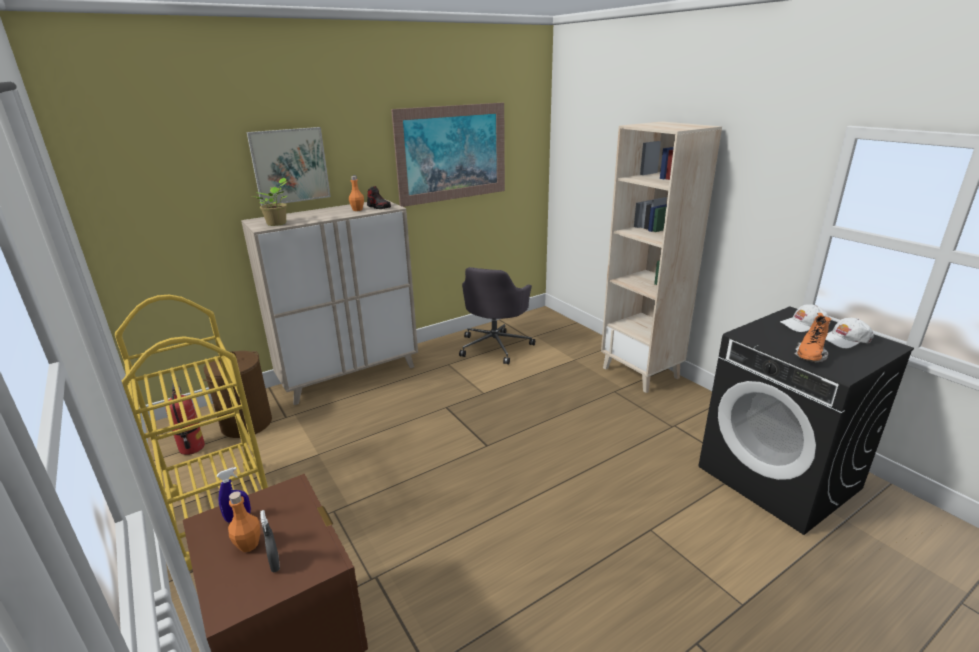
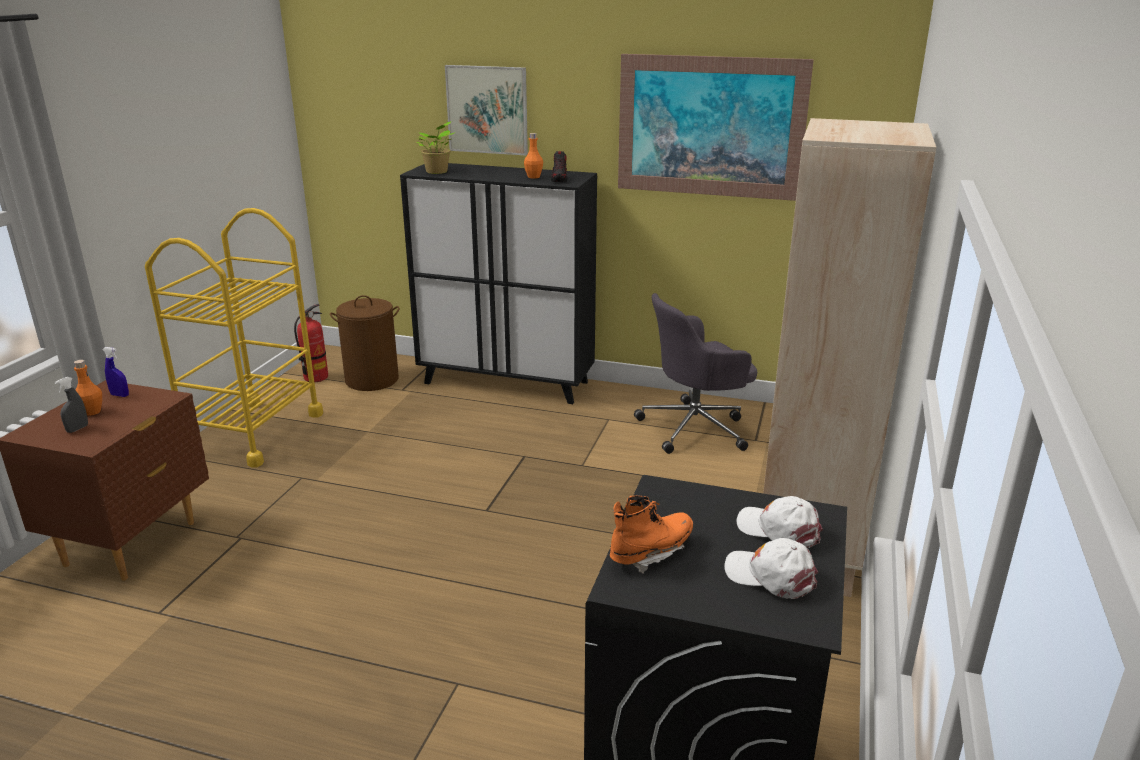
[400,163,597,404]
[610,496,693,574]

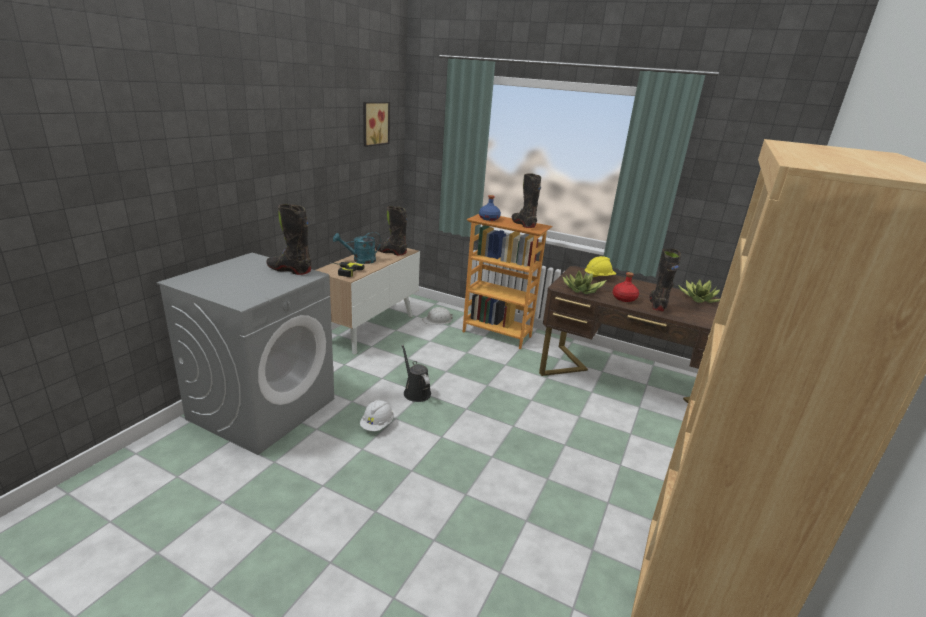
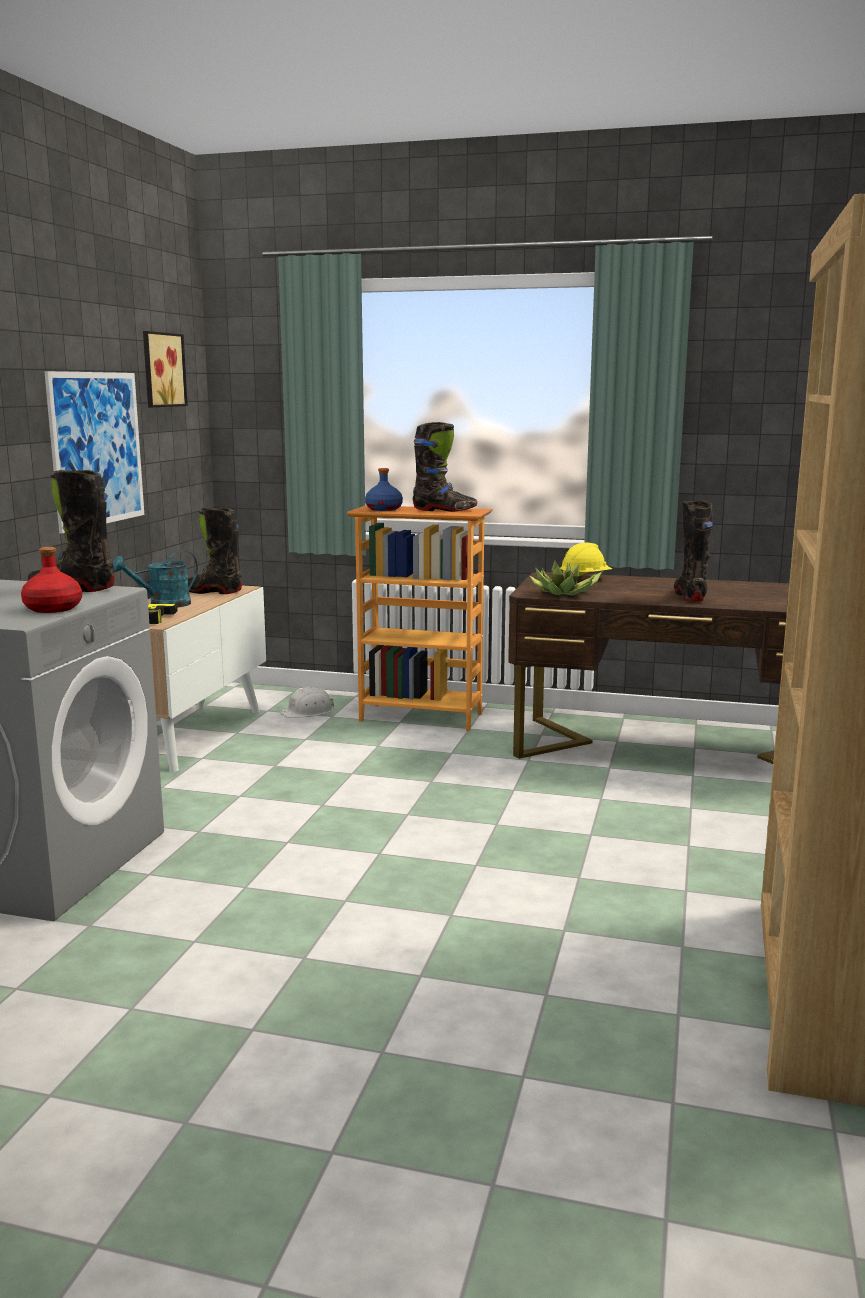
[360,399,394,431] (first image)
[402,345,431,402] (first image)
[678,280,720,303] (first image)
[44,371,144,533]
[21,547,82,613]
[413,422,477,512]

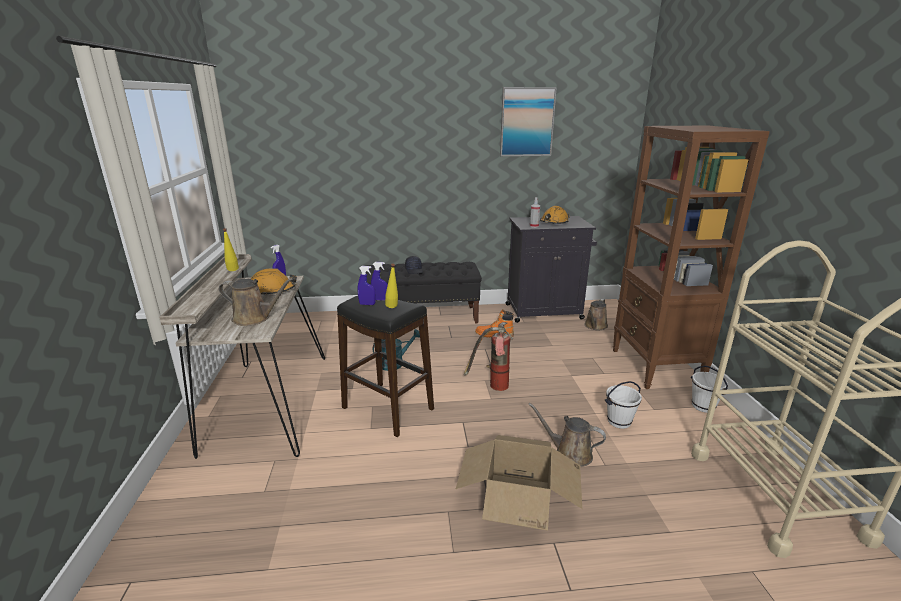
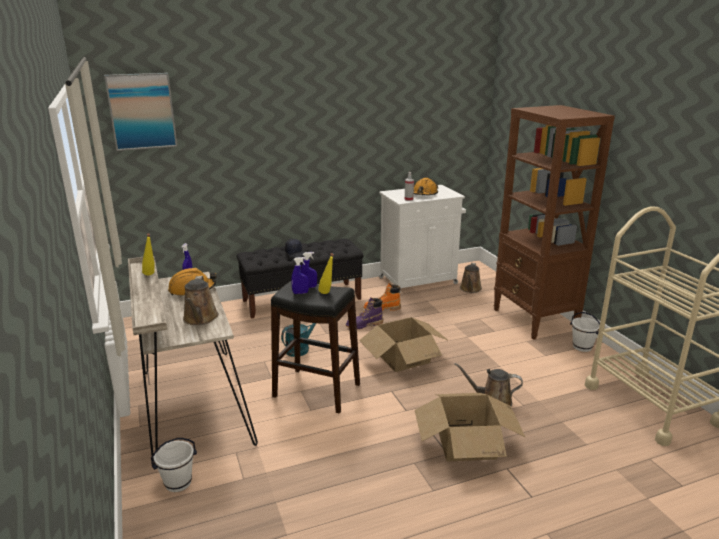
[346,297,383,329]
[104,73,177,151]
[151,438,197,492]
[359,317,449,372]
[379,185,466,290]
[183,276,219,325]

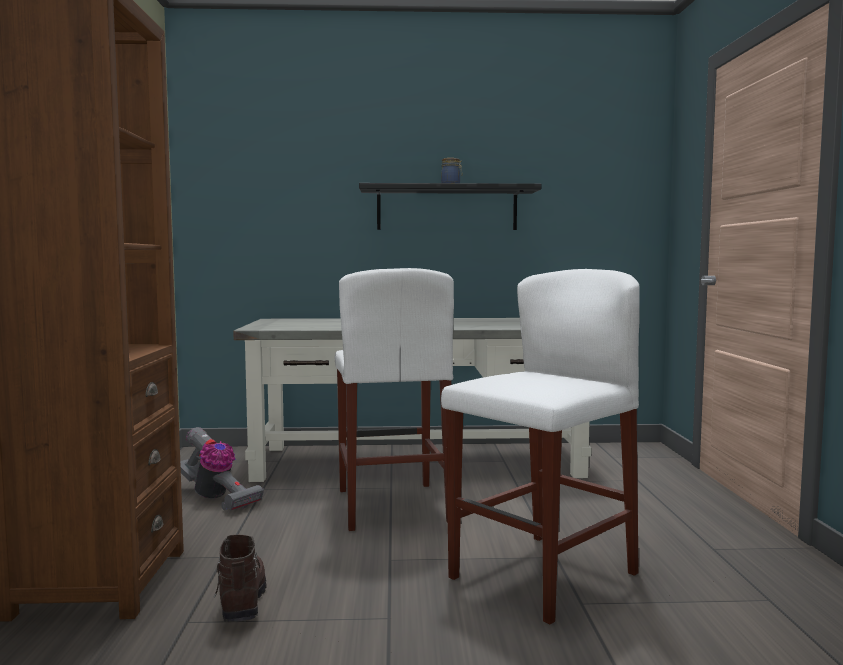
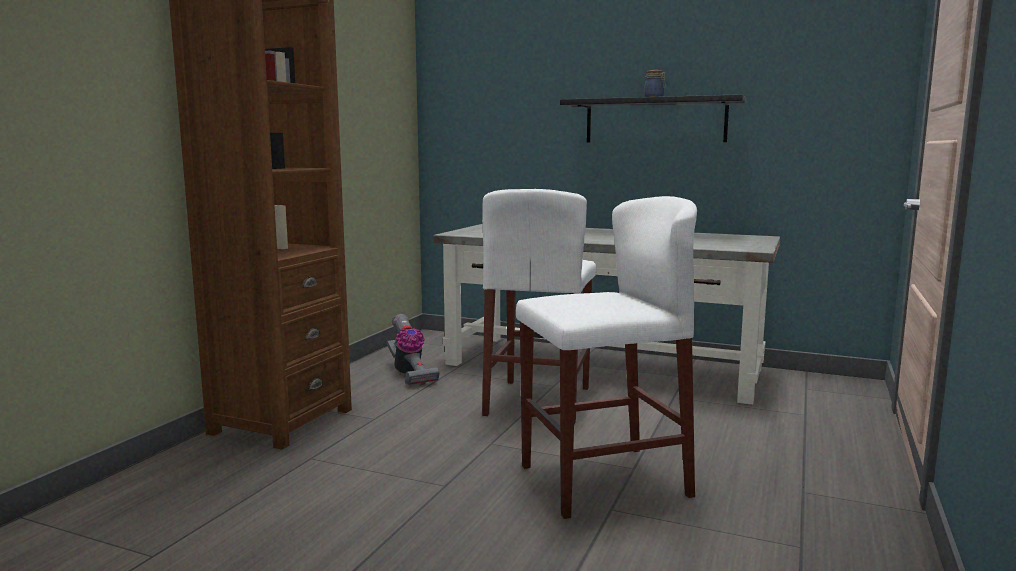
[214,535,266,622] (first image)

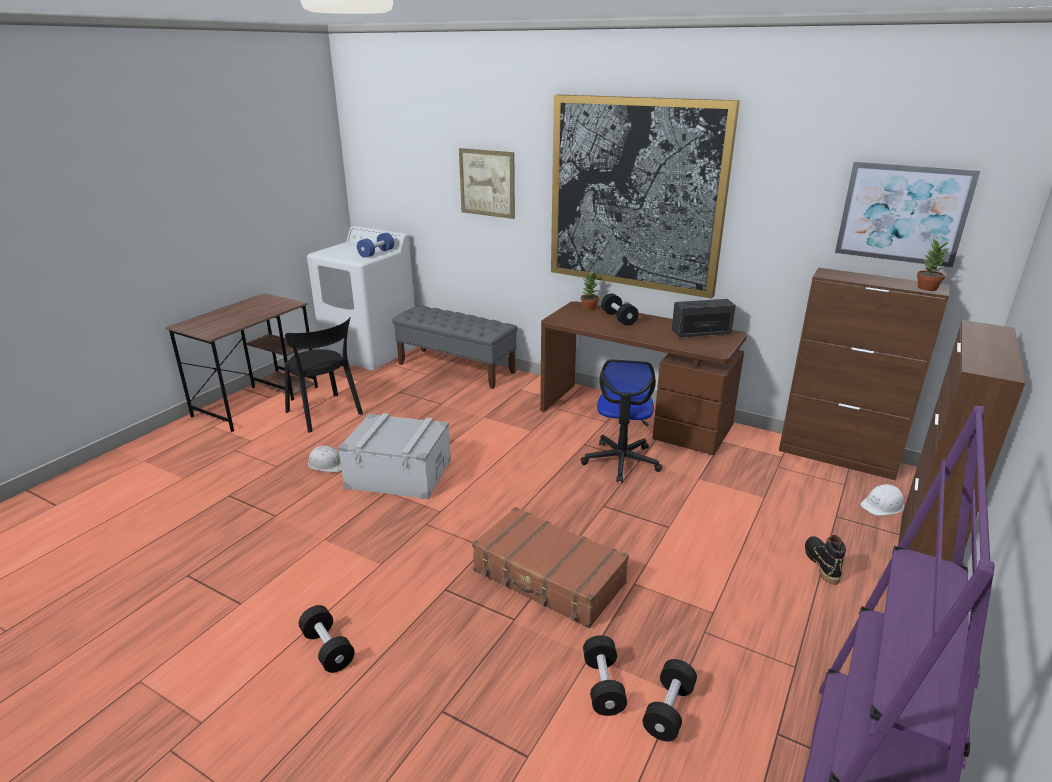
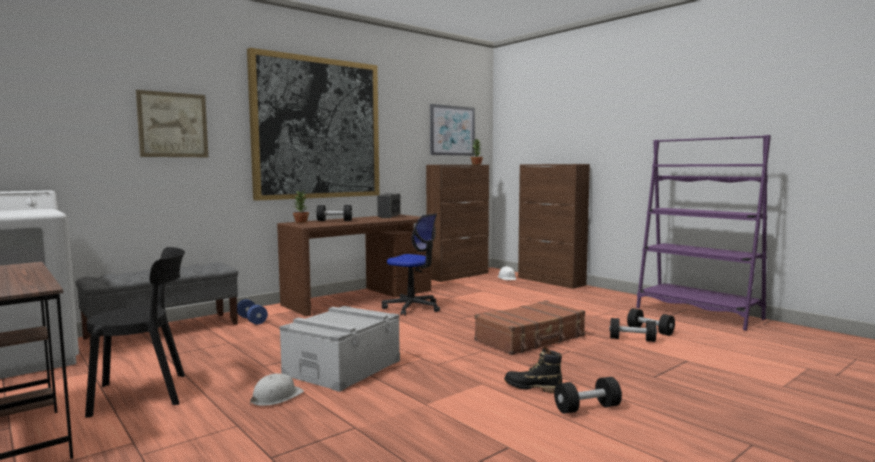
[237,299,268,325]
[504,346,562,393]

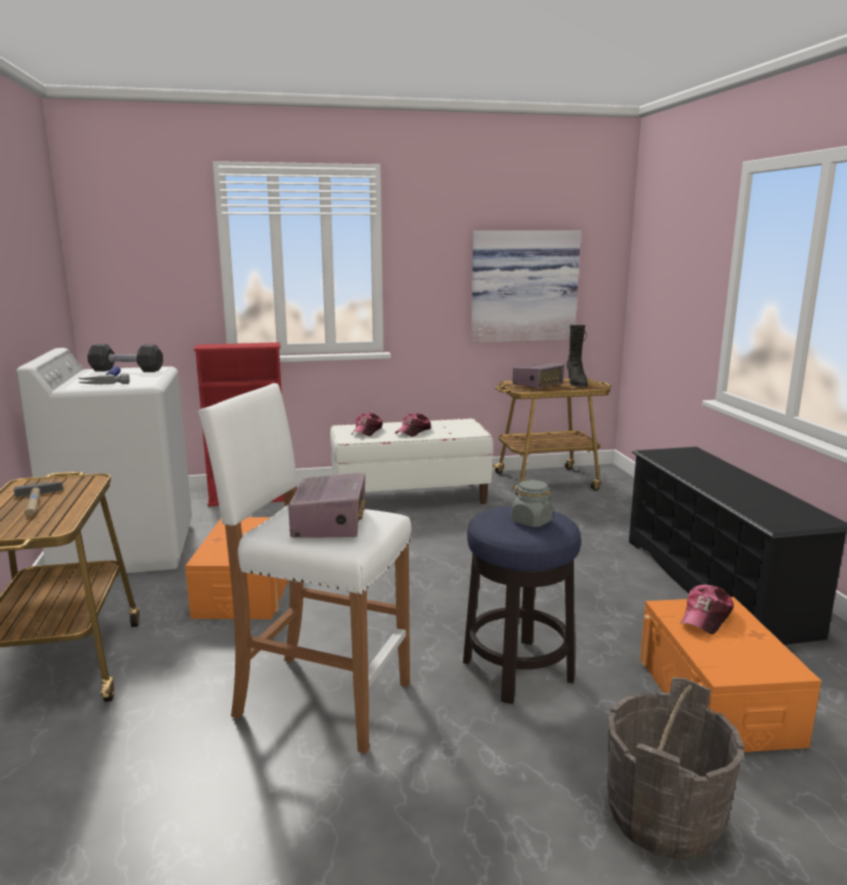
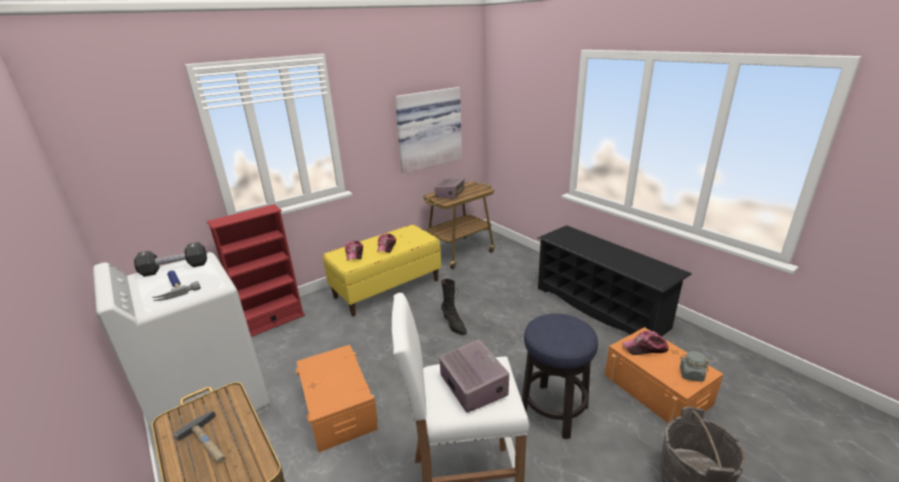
[680,351,709,382]
[441,279,467,335]
[323,225,441,317]
[622,331,669,355]

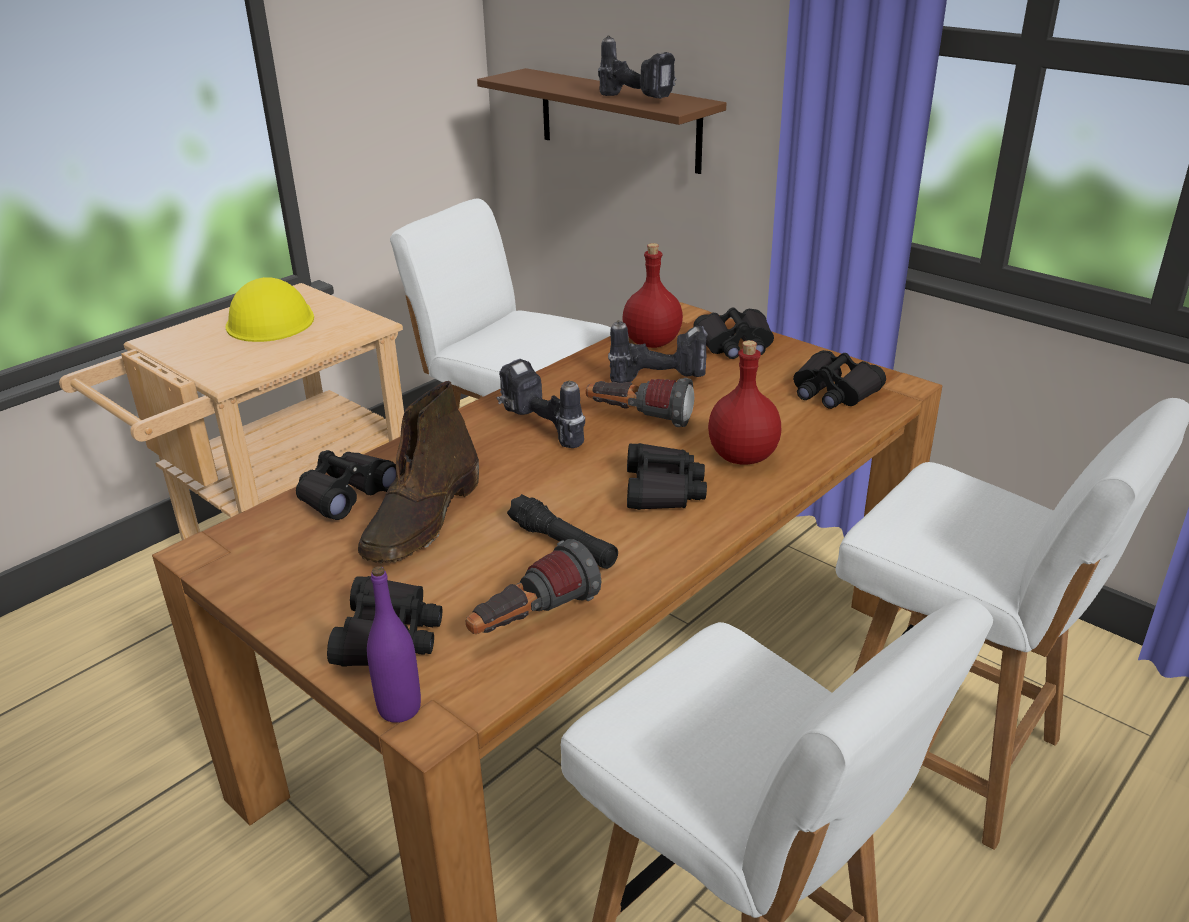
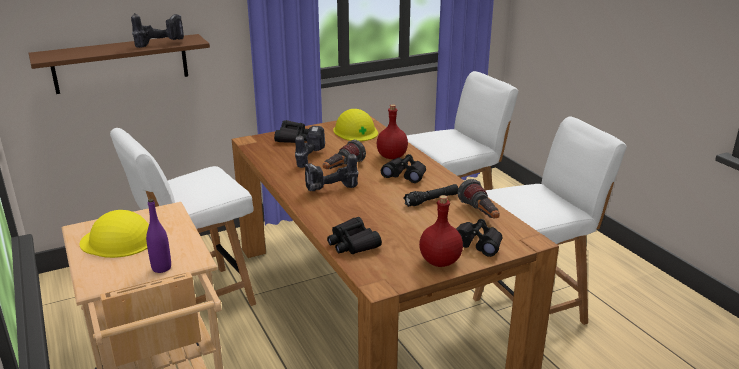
[358,381,479,564] (first image)
[146,199,171,273]
[419,195,463,267]
[333,109,378,141]

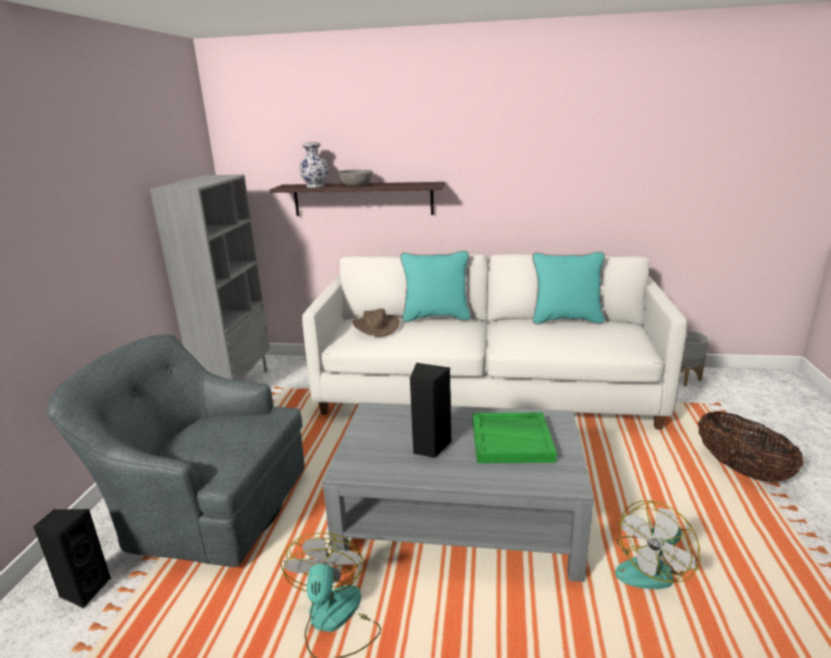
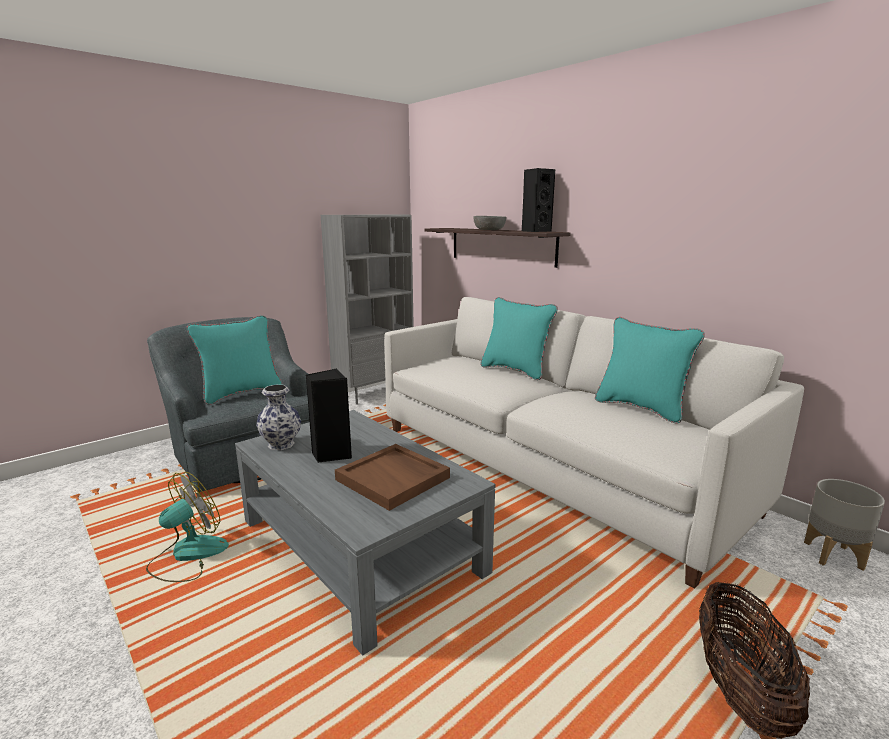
[352,309,399,336] (first image)
[615,501,700,589] (first image)
[187,315,283,405]
[522,168,555,232]
[256,385,301,450]
[335,444,450,511]

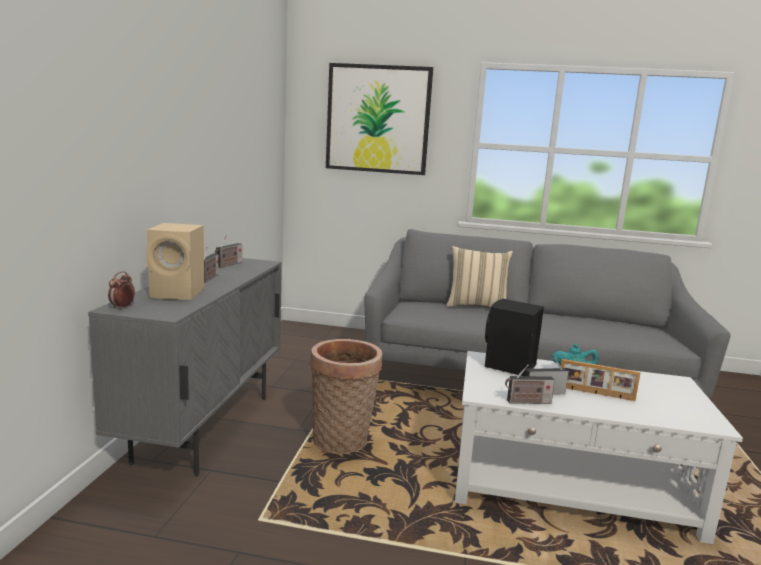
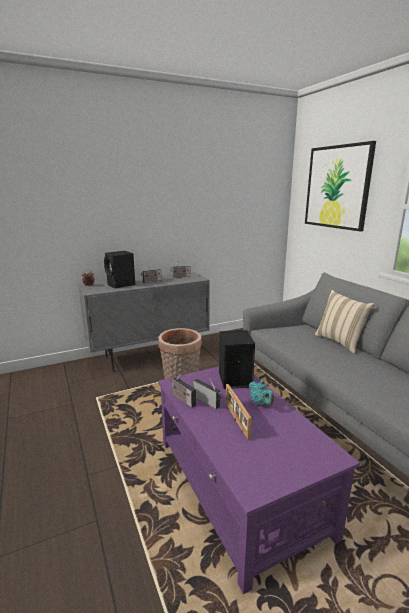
[104,251,135,288]
[158,366,360,594]

